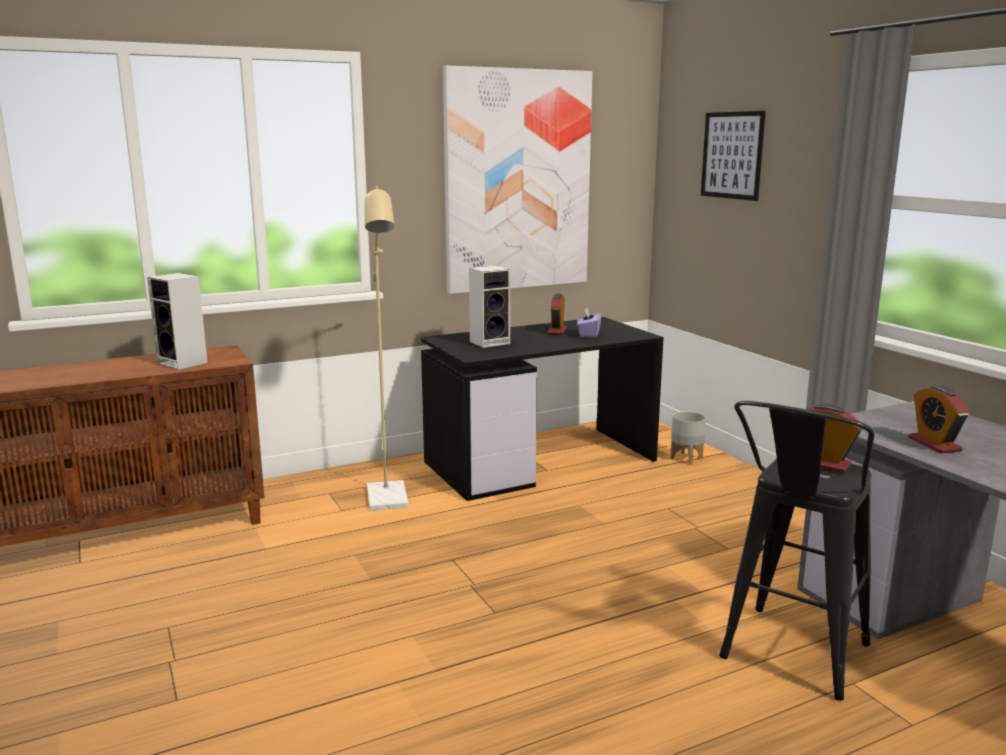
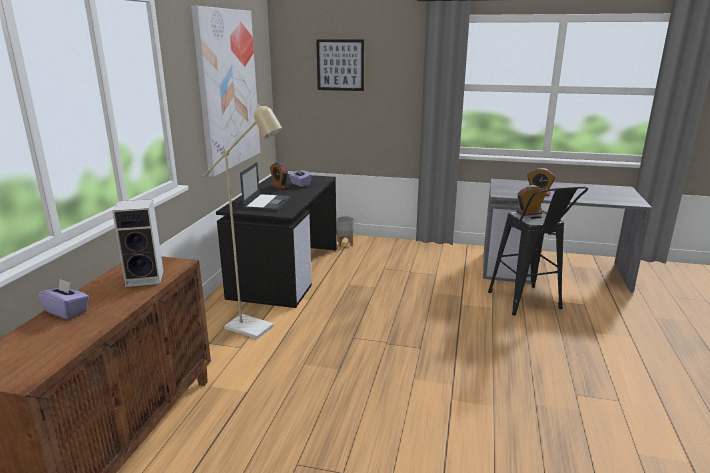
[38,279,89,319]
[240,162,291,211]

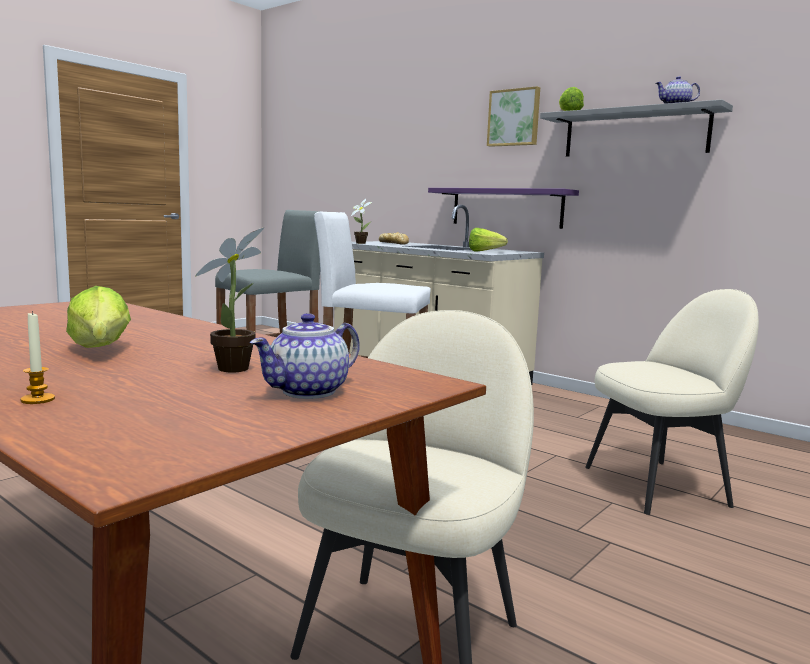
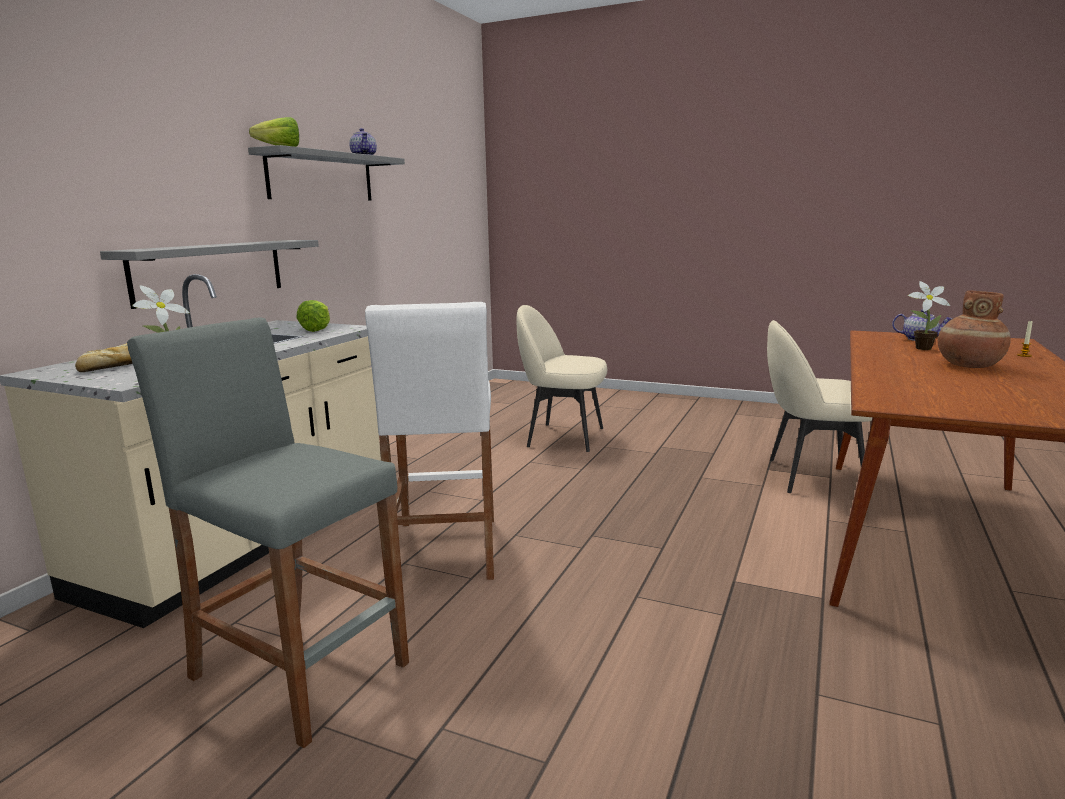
[487,86,540,147] (first image)
[938,290,1011,368]
[100,240,319,309]
[516,305,607,452]

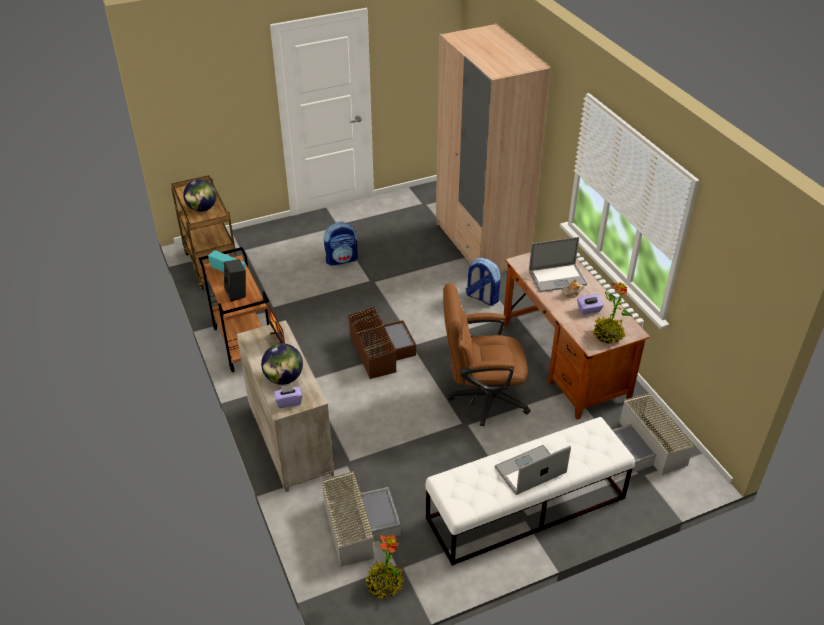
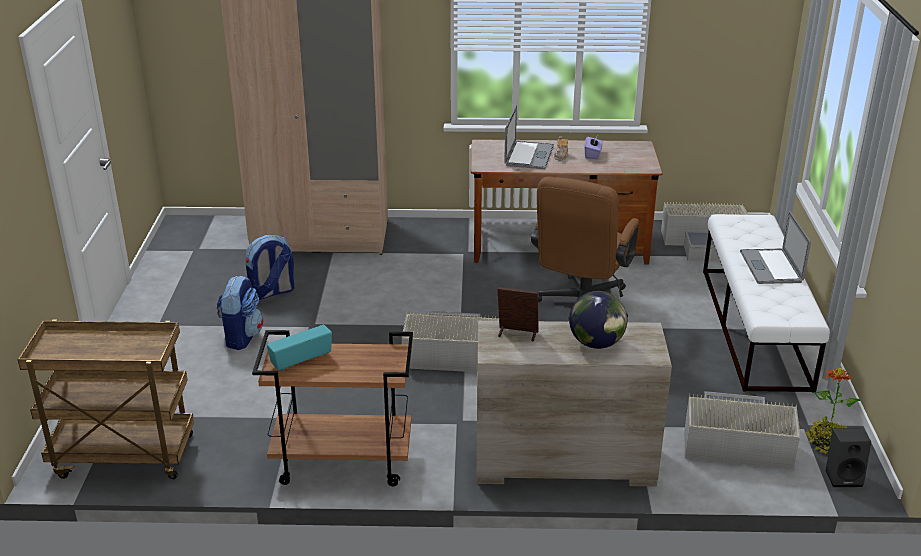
[183,179,217,212] (first image)
[274,385,302,408] (first image)
[593,282,632,344] (first image)
[826,428,871,487]
[246,235,294,300]
[402,311,499,372]

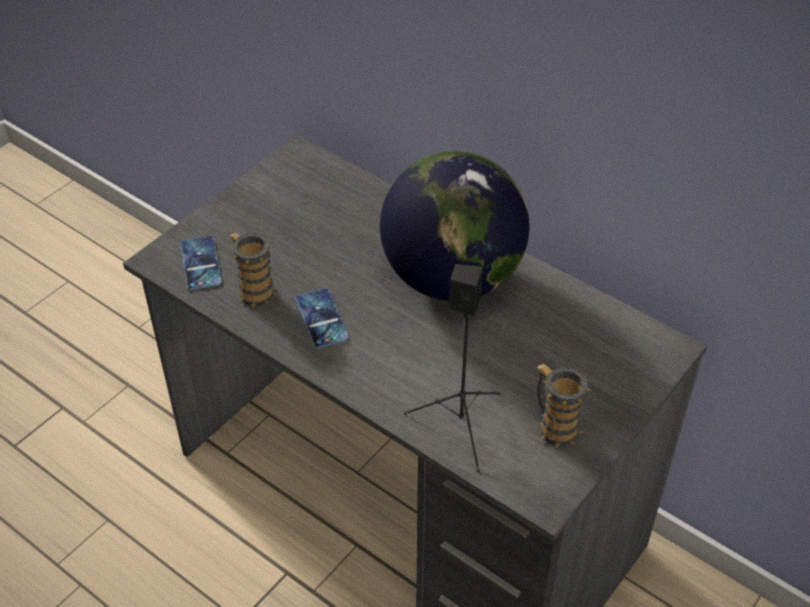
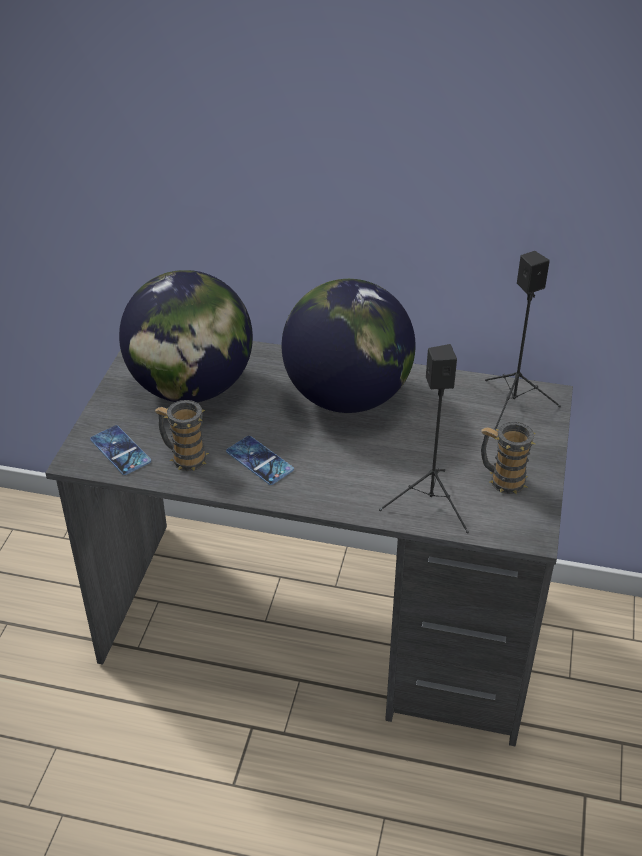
[119,270,253,402]
[485,251,561,430]

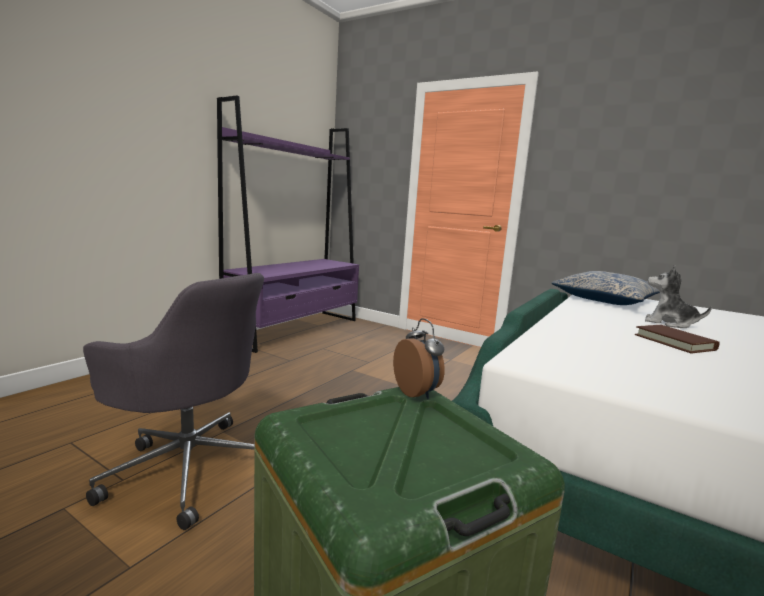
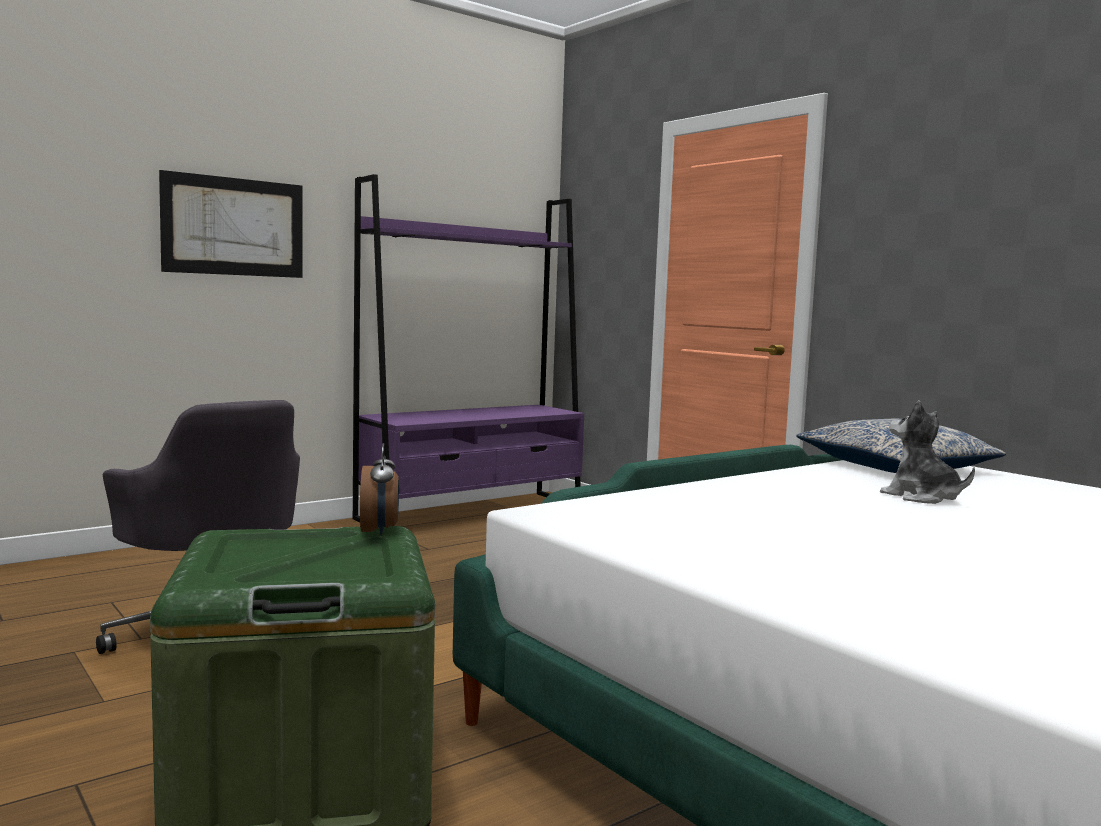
[635,325,719,354] (first image)
[159,170,303,278]

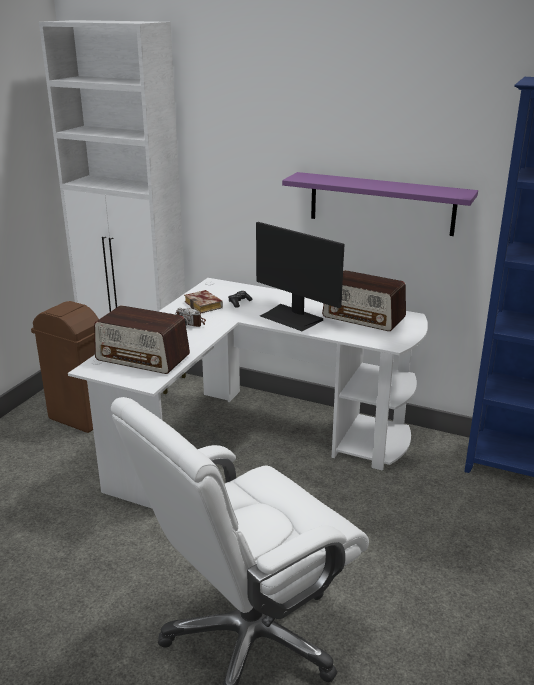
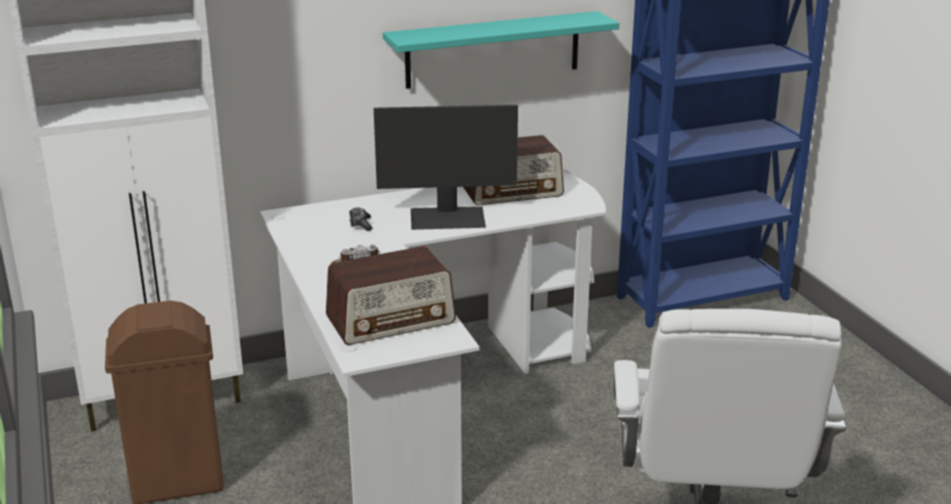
[184,290,223,313] (first image)
[383,11,619,89]

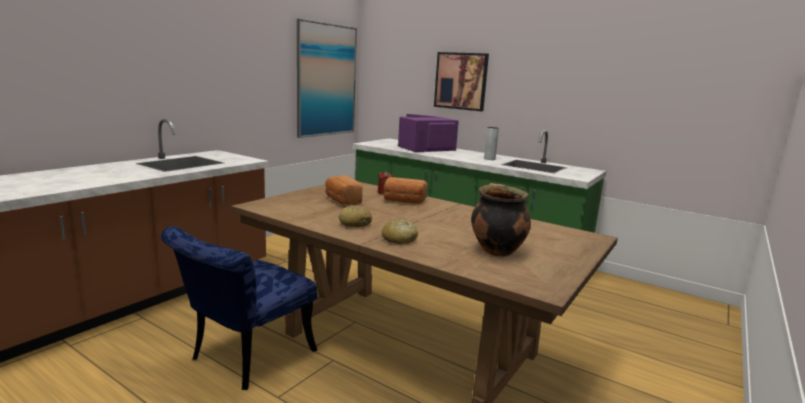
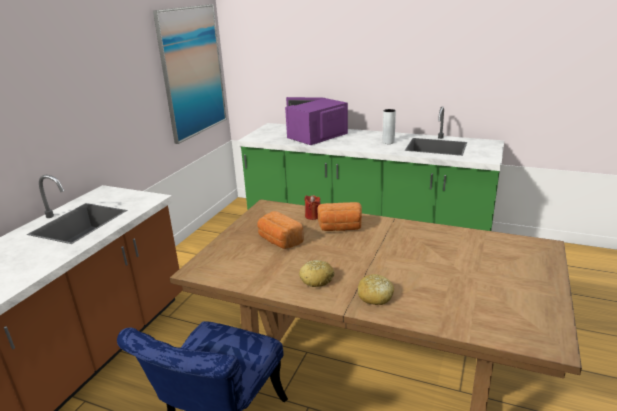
[434,52,489,111] (first image)
[471,183,531,257] (first image)

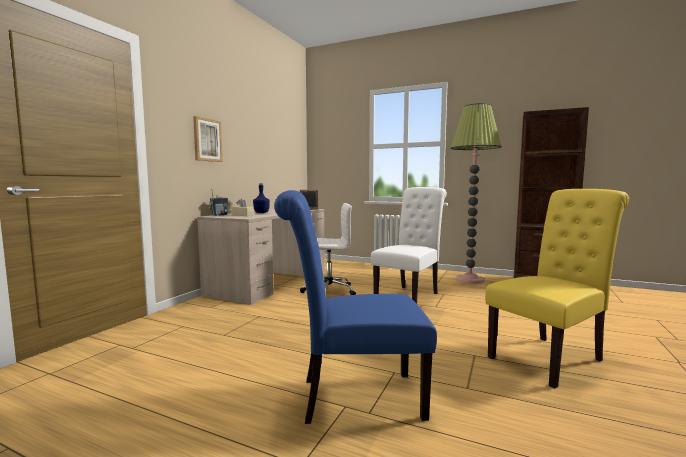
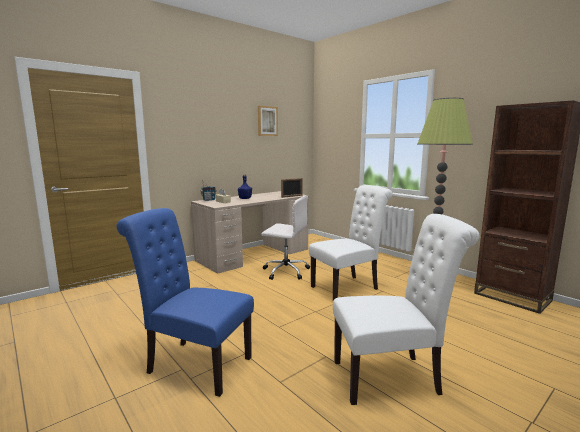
[258,106,278,136]
[333,214,480,405]

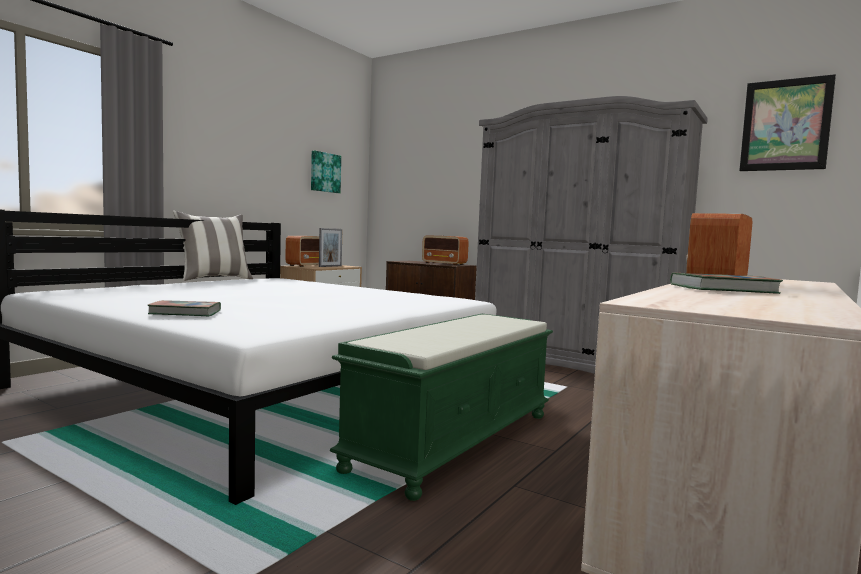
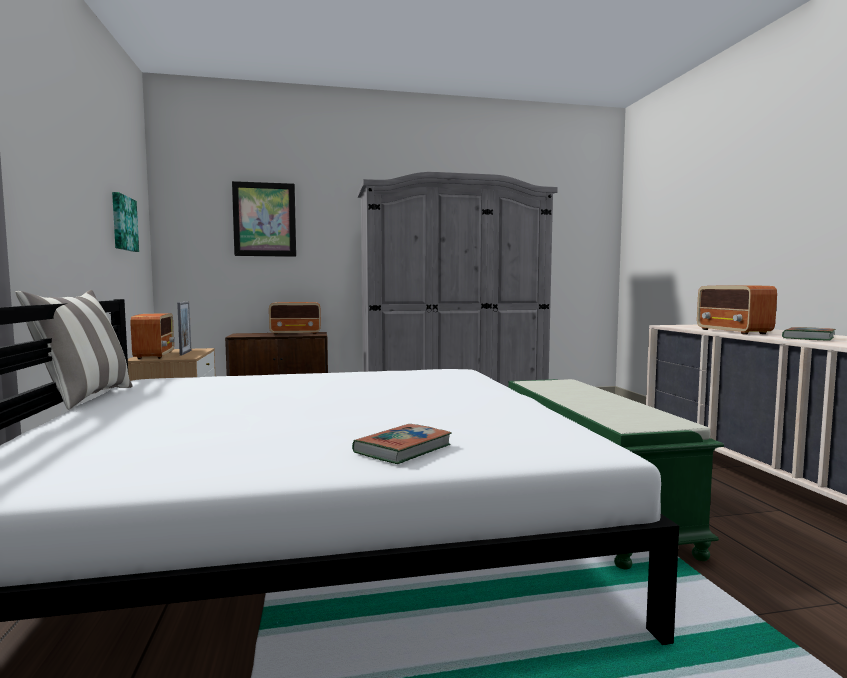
[232,181,296,257]

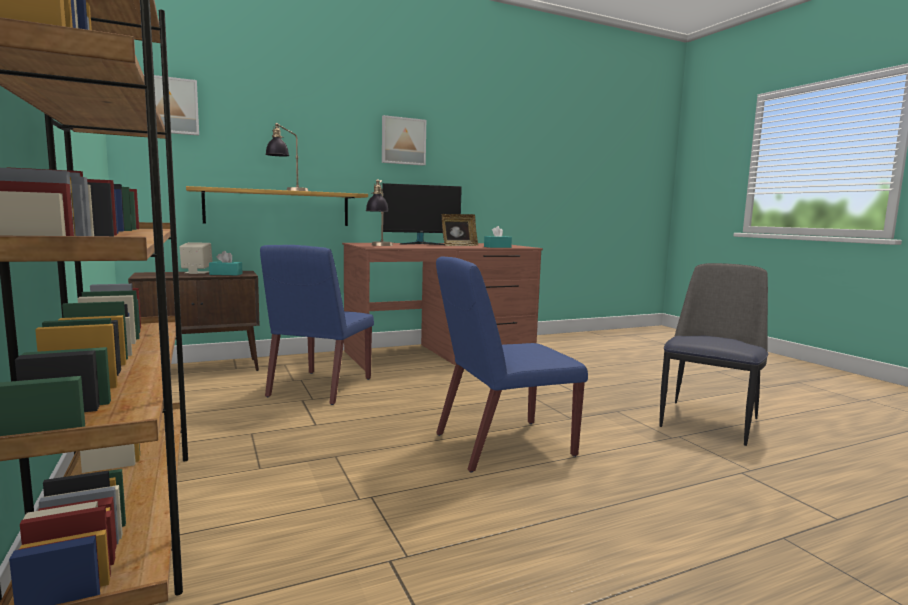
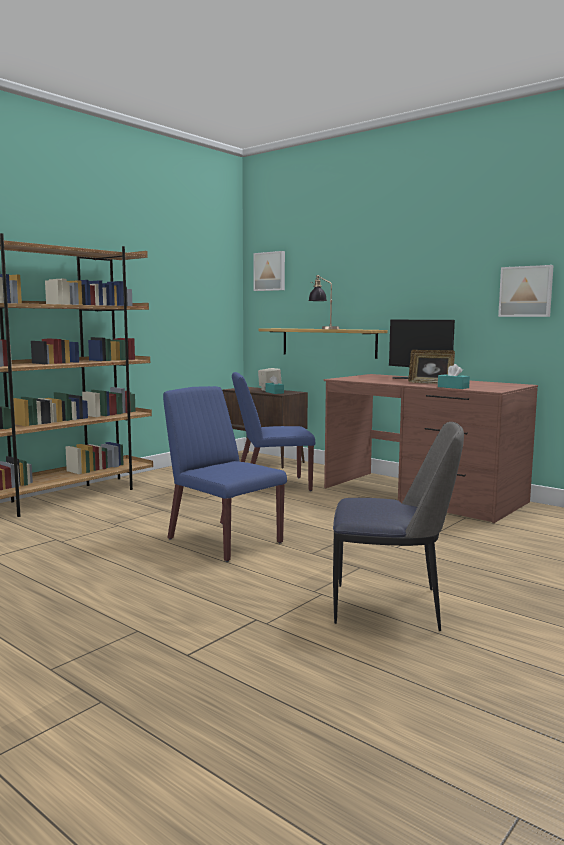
[366,179,393,246] (first image)
[498,265,554,317]

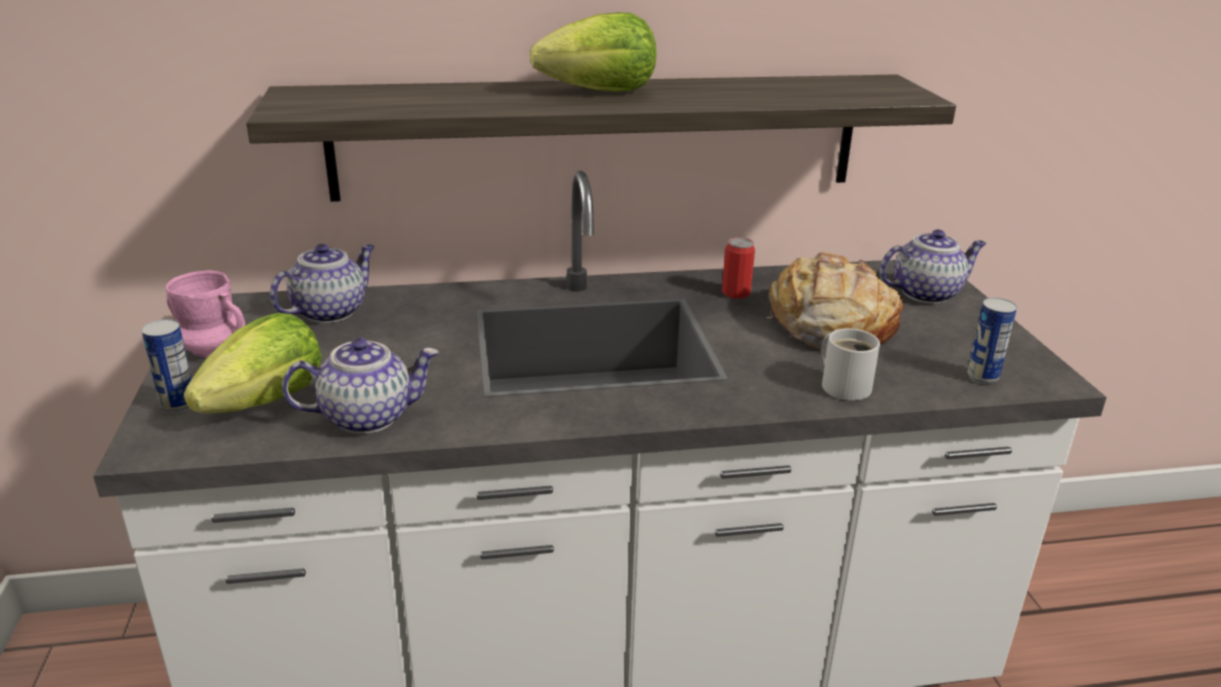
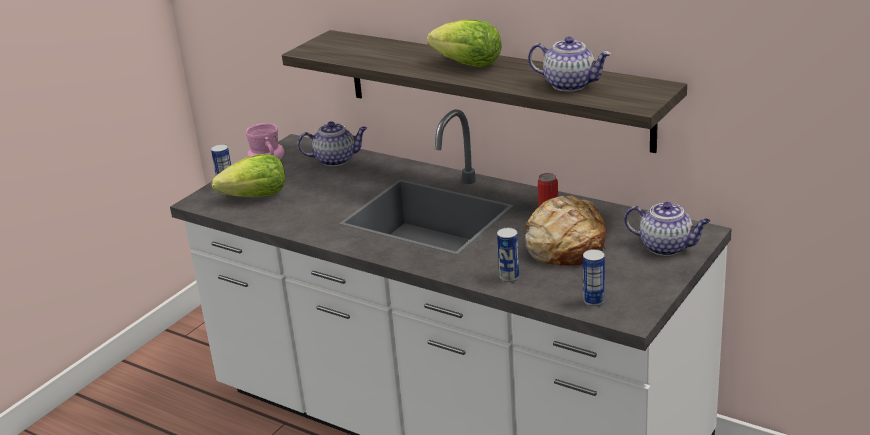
[528,37,612,92]
[497,227,519,283]

